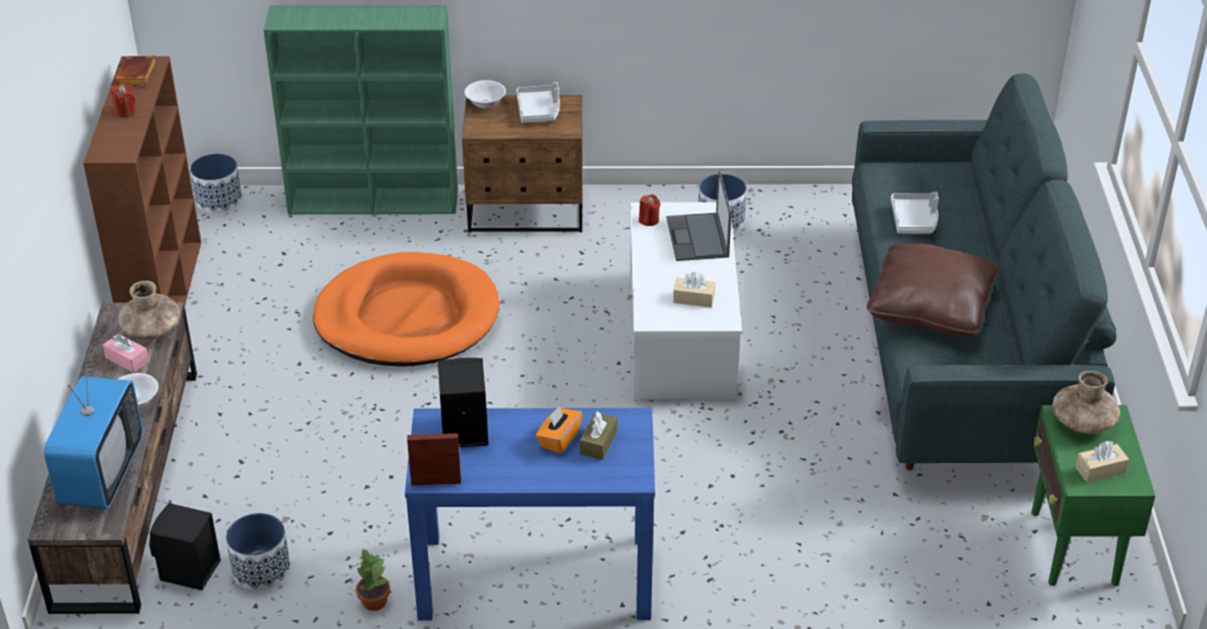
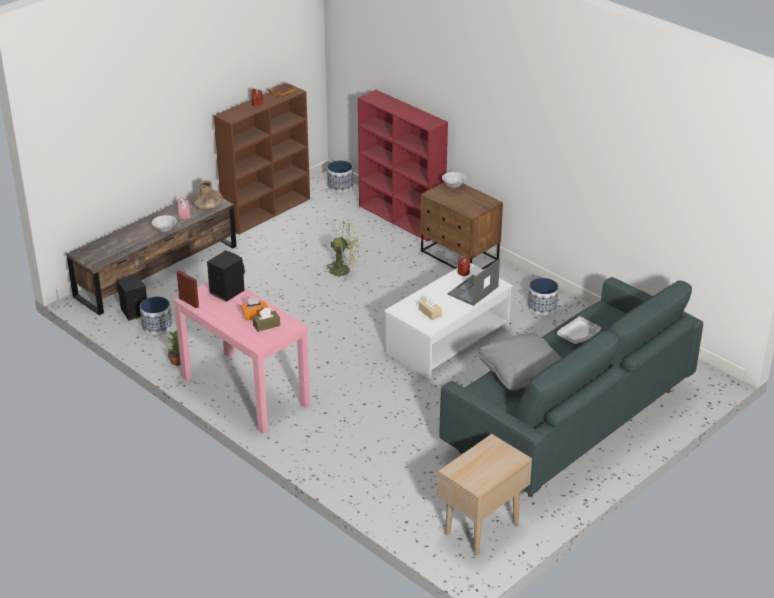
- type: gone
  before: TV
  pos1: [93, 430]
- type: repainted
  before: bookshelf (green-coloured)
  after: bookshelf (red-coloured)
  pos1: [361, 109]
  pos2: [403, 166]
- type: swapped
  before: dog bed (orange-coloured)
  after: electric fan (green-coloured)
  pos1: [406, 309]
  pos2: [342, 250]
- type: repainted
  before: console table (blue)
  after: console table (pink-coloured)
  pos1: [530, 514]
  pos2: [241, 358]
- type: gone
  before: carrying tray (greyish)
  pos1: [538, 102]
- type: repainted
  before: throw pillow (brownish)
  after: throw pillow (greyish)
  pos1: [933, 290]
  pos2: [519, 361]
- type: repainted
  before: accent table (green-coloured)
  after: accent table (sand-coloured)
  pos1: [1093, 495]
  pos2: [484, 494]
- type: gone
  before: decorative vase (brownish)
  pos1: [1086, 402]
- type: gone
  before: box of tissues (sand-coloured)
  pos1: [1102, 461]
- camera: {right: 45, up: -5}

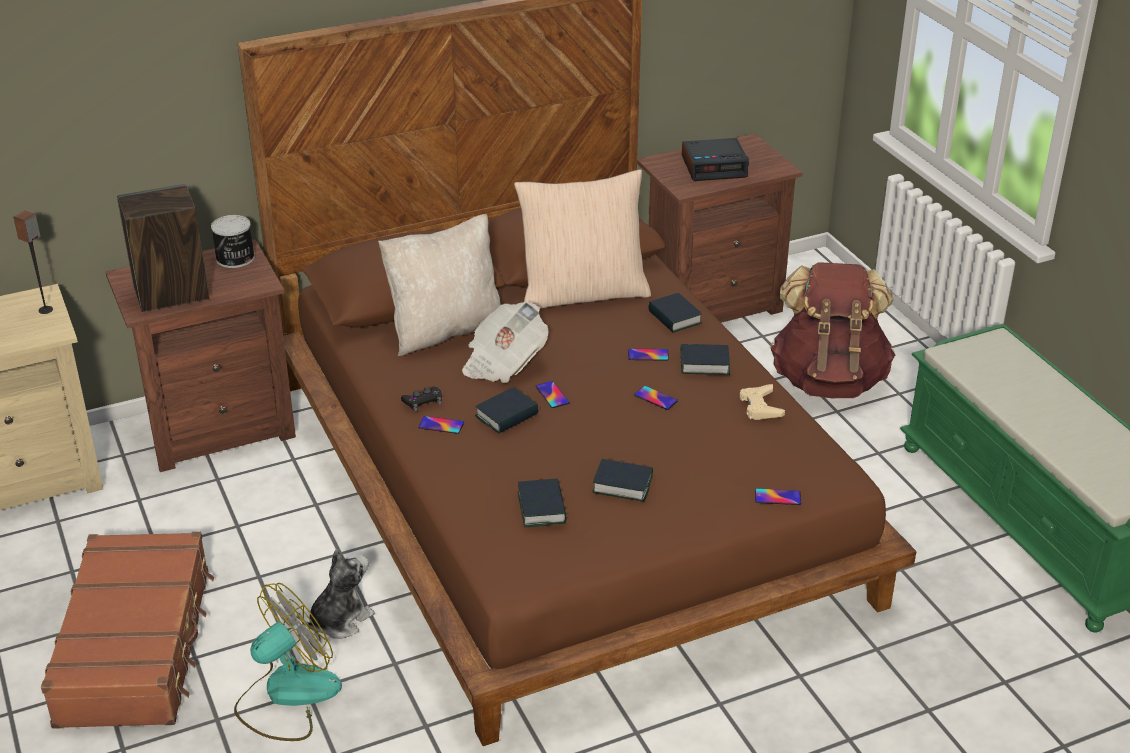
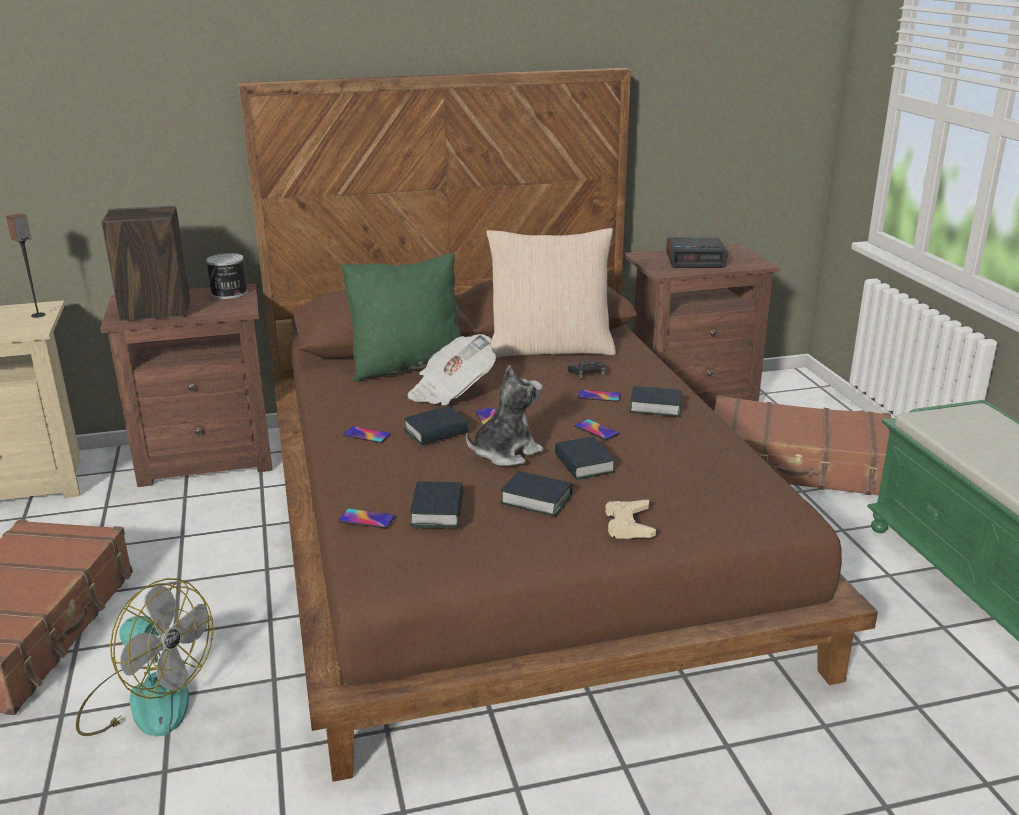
- type: rotated
  before: electric fan
  pos1: [288, 662]
  pos2: [144, 657]
  turn: 60
- type: shifted
  before: cuddly toy
  pos1: [341, 594]
  pos2: [505, 415]
- type: repainted
  before: throw pillow (sand-coloured)
  after: throw pillow (green-coloured)
  pos1: [439, 285]
  pos2: [401, 317]
- type: shifted
  before: gamepad (black)
  pos1: [421, 399]
  pos2: [587, 368]
- type: shifted
  before: book
  pos1: [675, 313]
  pos2: [584, 458]
- type: shifted
  before: gamepad (sand-coloured)
  pos1: [762, 402]
  pos2: [630, 519]
- type: shifted
  before: telephone
  pos1: [778, 497]
  pos2: [366, 518]
- type: swapped
  before: knapsack (brownish)
  after: piece of luggage (brownish)
  pos1: [833, 330]
  pos2: [802, 445]
- camera: {right: 10, up: -10}

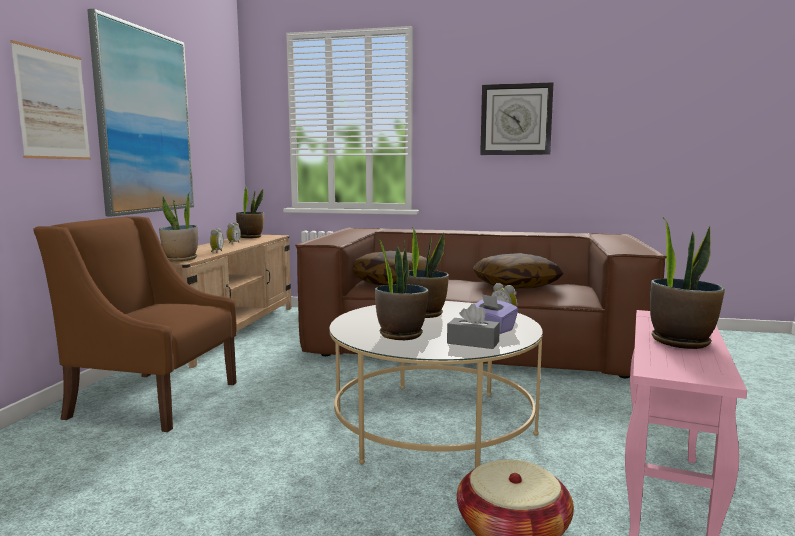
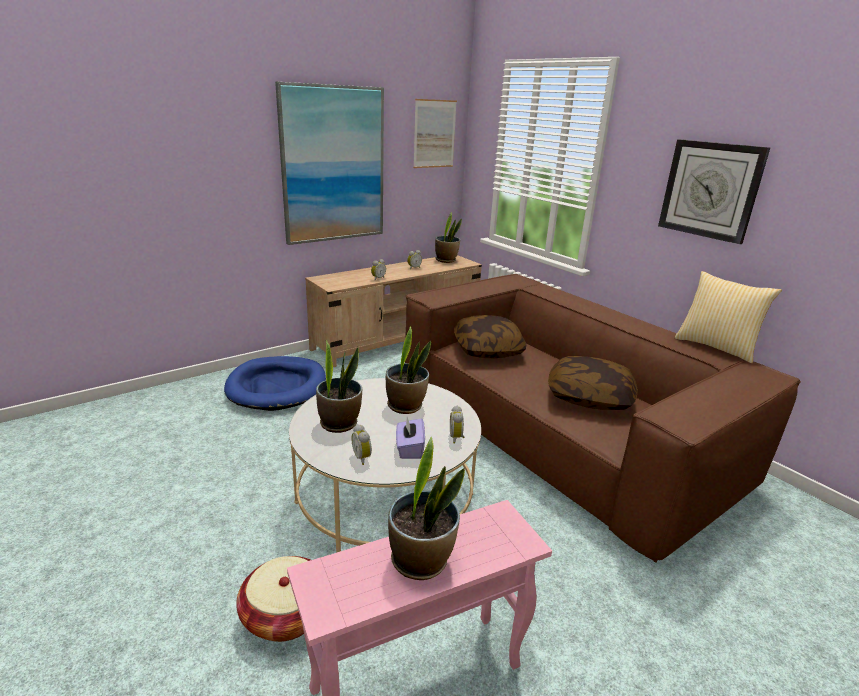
- type: shifted
  before: picture
  pos1: [50, 100]
  pos2: [435, 133]
- type: swapped
  before: easy chair (brownish)
  after: dog bed (blue)
  pos1: [135, 324]
  pos2: [275, 383]
- type: gone
  before: potted plant
  pos1: [178, 227]
- type: swapped
  before: box of tissues (greyish)
  after: alarm clock
  pos1: [473, 326]
  pos2: [361, 444]
- type: new
  after: throw pillow
  pos2: [728, 317]
- camera: {right: 40, up: 15}

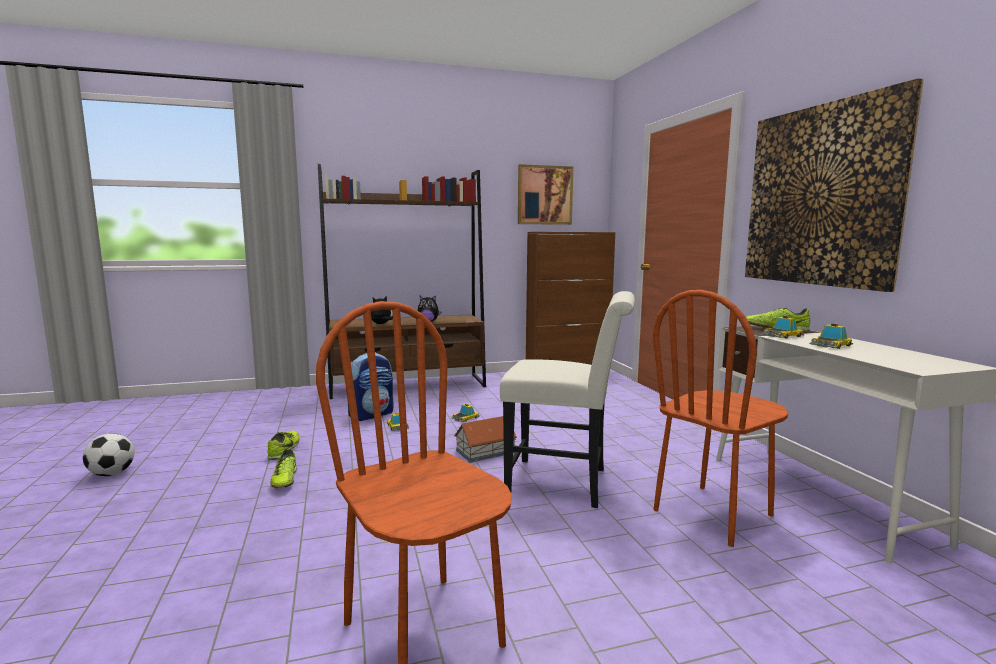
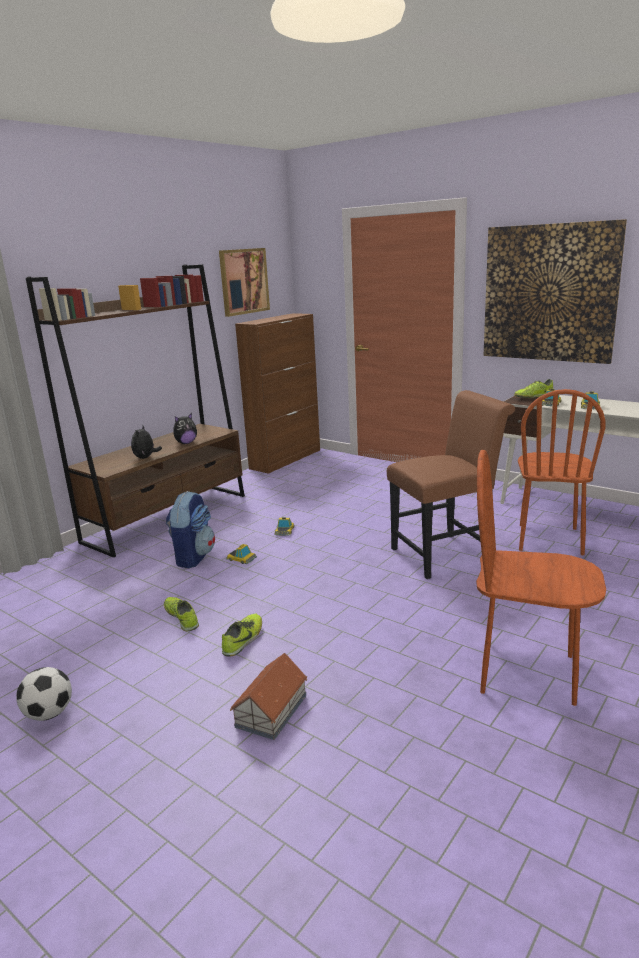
- type: rotated
  before: shoe
  pos1: [283, 468]
  pos2: [242, 635]
  turn: -105
- type: shifted
  before: toy house
  pos1: [485, 439]
  pos2: [268, 696]
- type: repainted
  before: upright chair (white)
  after: upright chair (brownish)
  pos1: [567, 399]
  pos2: [451, 484]
- camera: {right: -35, up: 10}

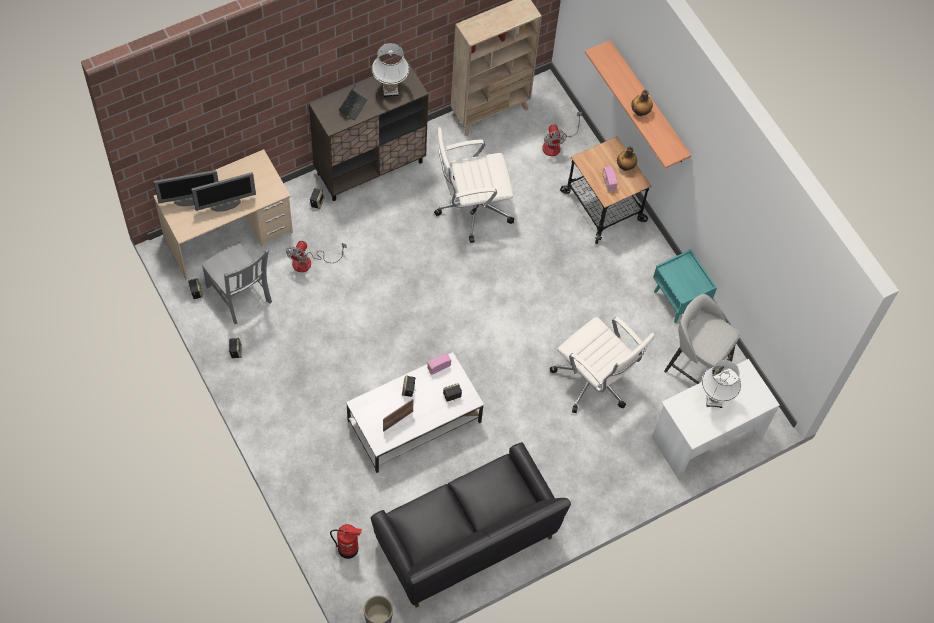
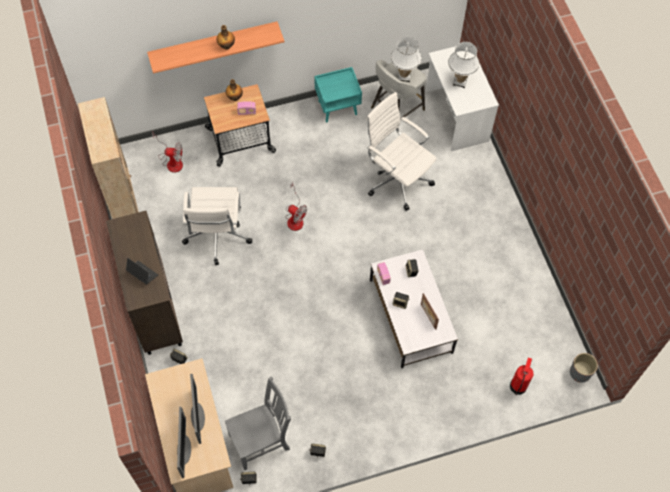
- type: shifted
  before: electric fan
  pos1: [316, 256]
  pos2: [296, 206]
- type: gone
  before: couch (black)
  pos1: [471, 525]
- type: shifted
  before: table lamp (white)
  pos1: [390, 70]
  pos2: [406, 59]
- type: rotated
  before: desk chair (white)
  pos1: [602, 365]
  pos2: [401, 151]
  turn: -105
- camera: {right: -75, up: 0}

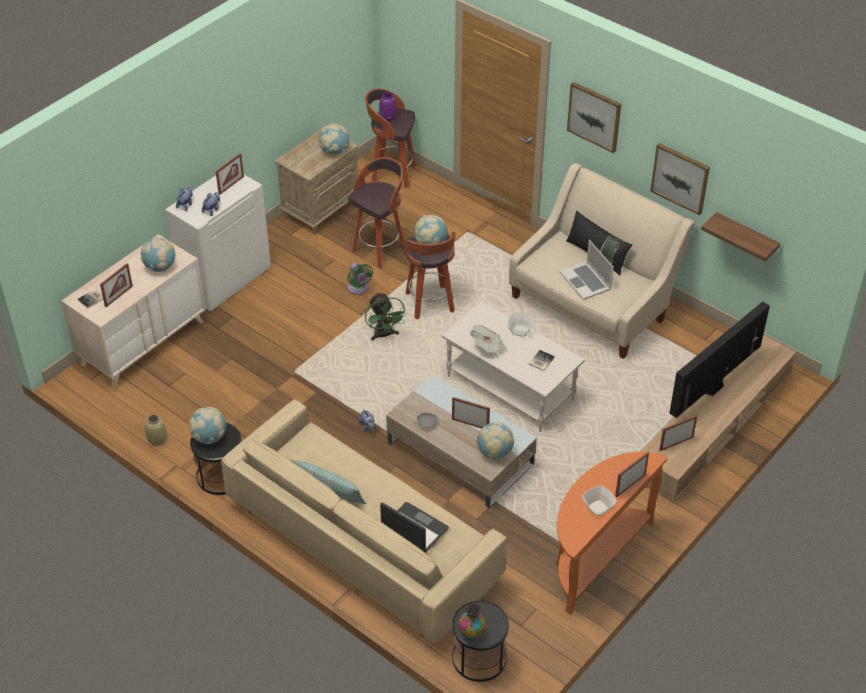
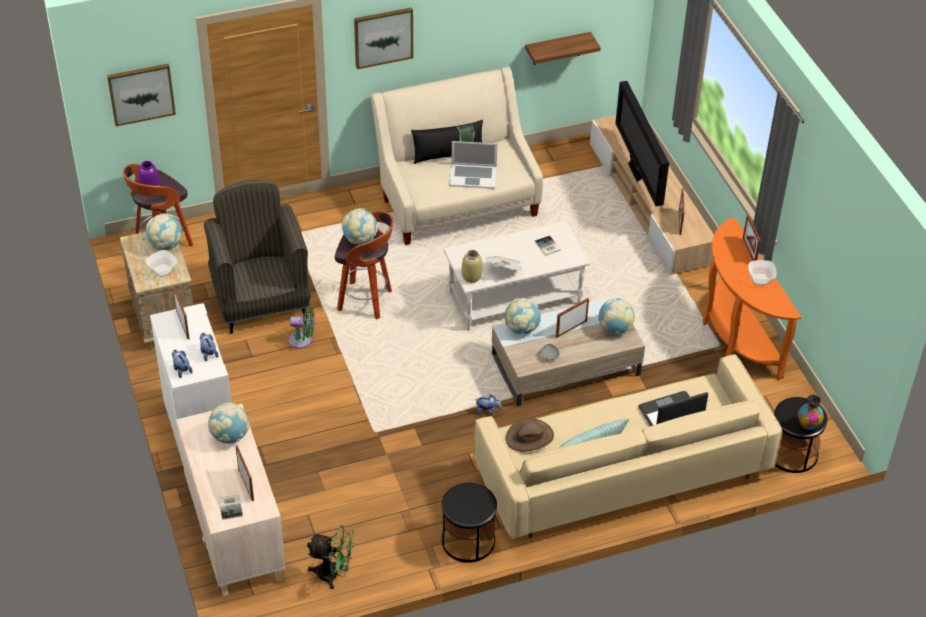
- type: shifted
  before: decorative vase (sand-coloured)
  pos1: [156, 430]
  pos2: [472, 266]
- type: shifted
  before: globe
  pos1: [207, 425]
  pos2: [523, 316]
- type: swapped
  before: stool seat
  after: easy chair (greyish)
  pos1: [376, 212]
  pos2: [257, 257]
- type: shifted
  before: electric fan (green-coloured)
  pos1: [386, 316]
  pos2: [331, 557]
- type: shifted
  before: bowl
  pos1: [521, 324]
  pos2: [161, 263]
- type: shifted
  before: picture
  pos1: [680, 179]
  pos2: [141, 95]
- type: new
  after: clothing hat (brownish)
  pos2: [530, 434]
- camera: {right: -60, up: 0}

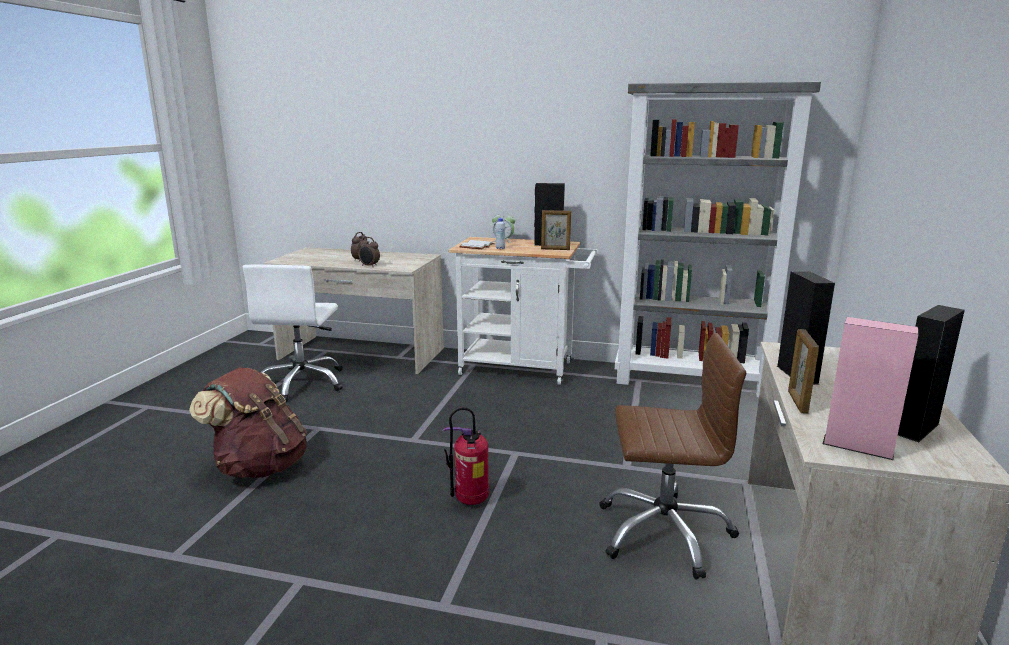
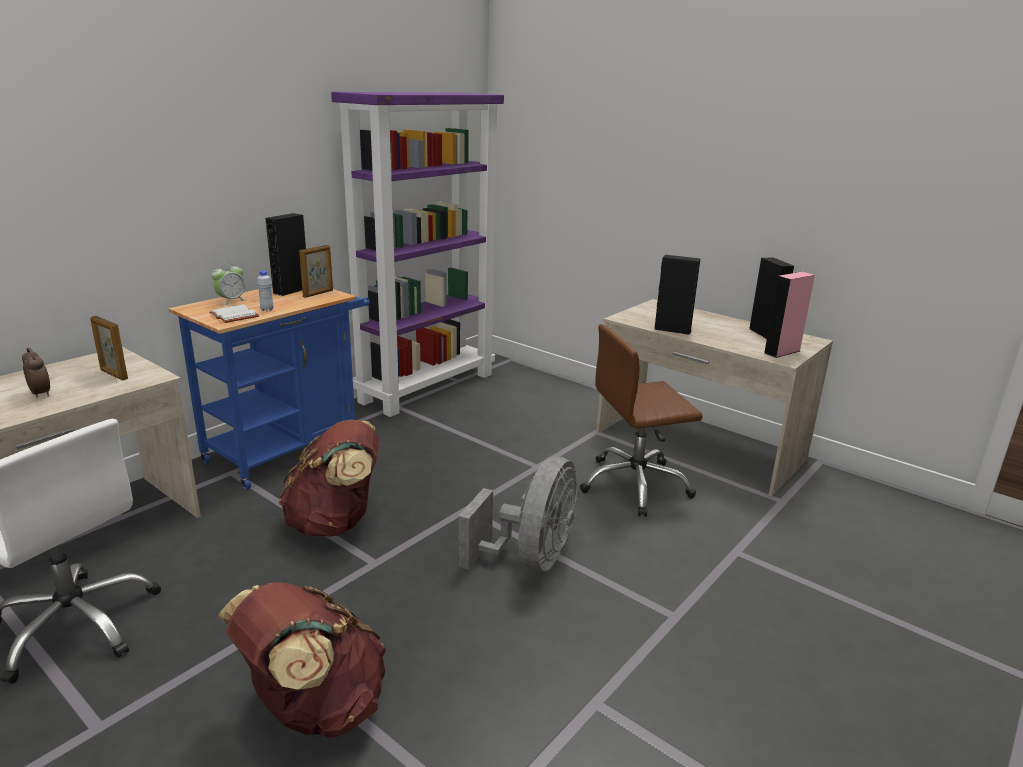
- type: gone
  before: alarm clock
  pos1: [369, 252]
- type: swapped
  before: fire-fighting cylinder
  after: electric fan (greyish)
  pos1: [466, 456]
  pos2: [518, 514]
- type: repainted
  before: trolley (white)
  after: trolley (blue)
  pos1: [523, 311]
  pos2: [269, 388]
- type: rotated
  before: desk chair (brownish)
  pos1: [672, 456]
  pos2: [641, 420]
  turn: -135
- type: repainted
  before: bookshelf (greyish)
  after: bookshelf (purple)
  pos1: [718, 239]
  pos2: [417, 254]
- type: shifted
  before: standing frame
  pos1: [803, 371]
  pos2: [109, 348]
- type: new
  after: knapsack (brownish)
  pos2: [329, 478]
- camera: {right: -65, up: 5}

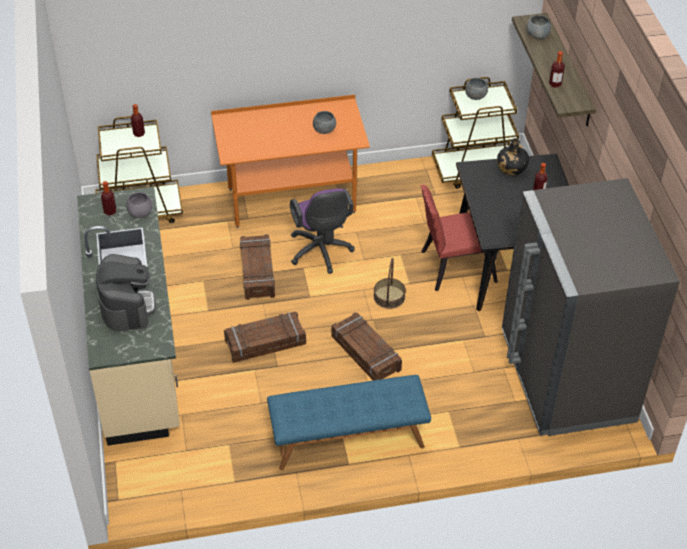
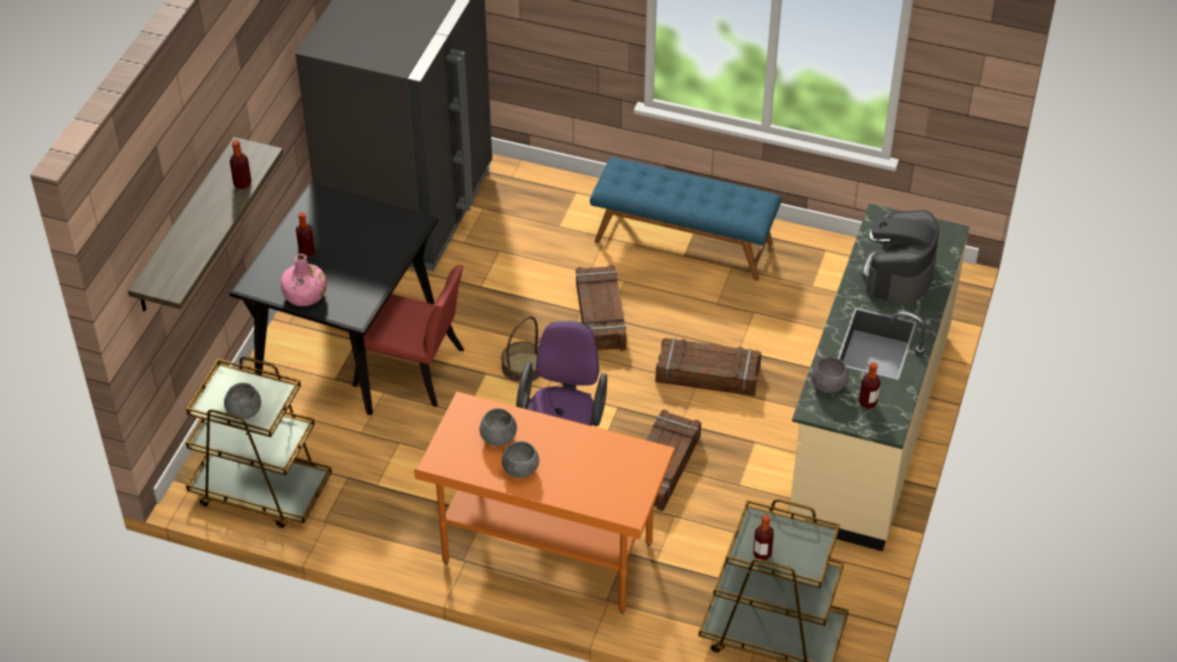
- type: repainted
  before: bottle (black)
  after: bottle (pink-coloured)
  pos1: [513, 156]
  pos2: [304, 280]
- type: shifted
  before: bowl (greyish)
  pos1: [538, 27]
  pos2: [520, 459]
- camera: {right: -150, up: 0}

